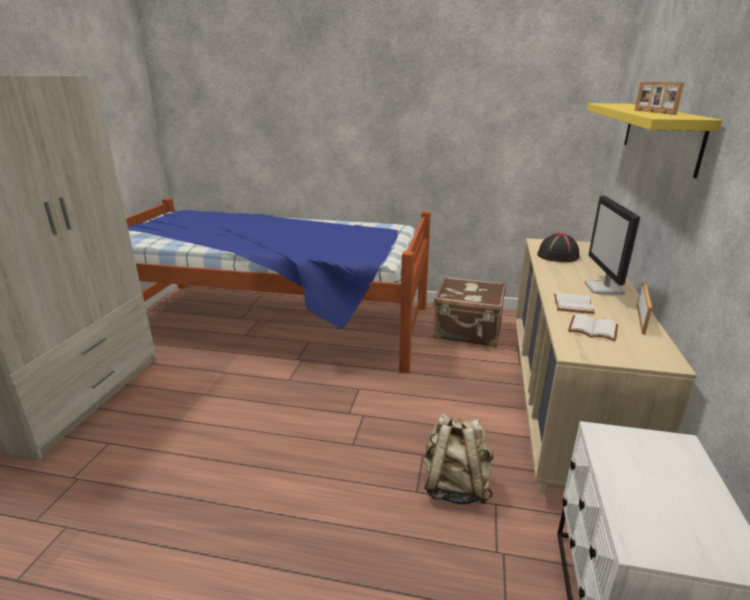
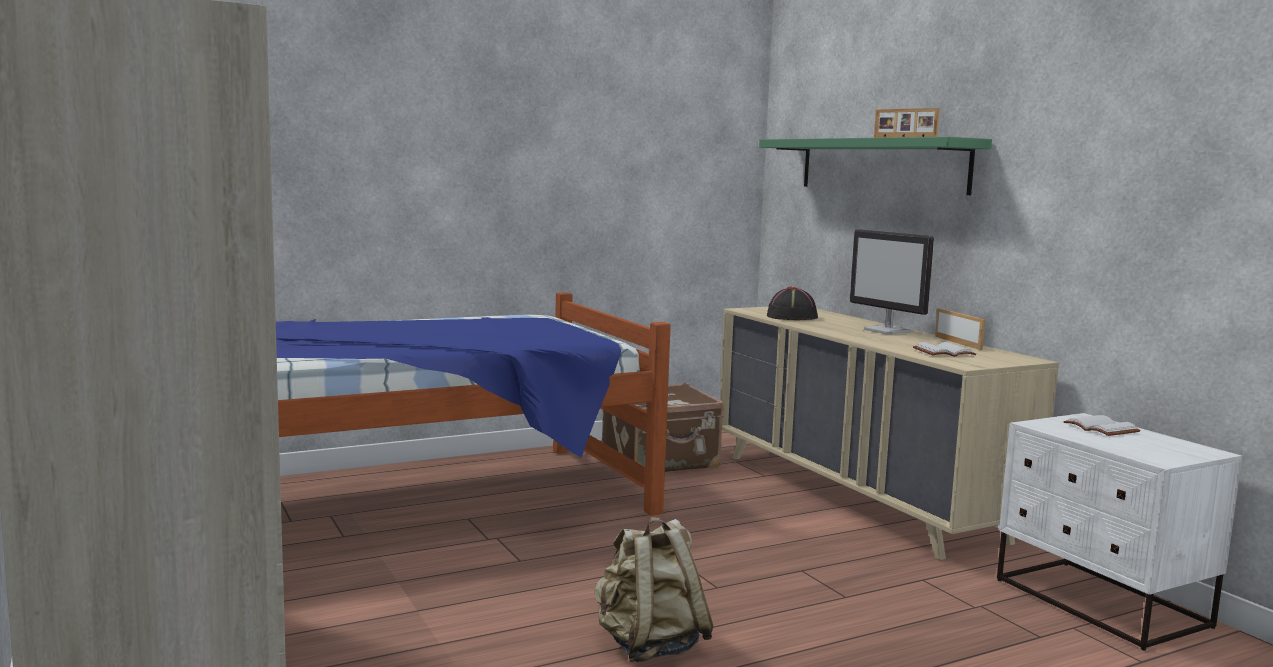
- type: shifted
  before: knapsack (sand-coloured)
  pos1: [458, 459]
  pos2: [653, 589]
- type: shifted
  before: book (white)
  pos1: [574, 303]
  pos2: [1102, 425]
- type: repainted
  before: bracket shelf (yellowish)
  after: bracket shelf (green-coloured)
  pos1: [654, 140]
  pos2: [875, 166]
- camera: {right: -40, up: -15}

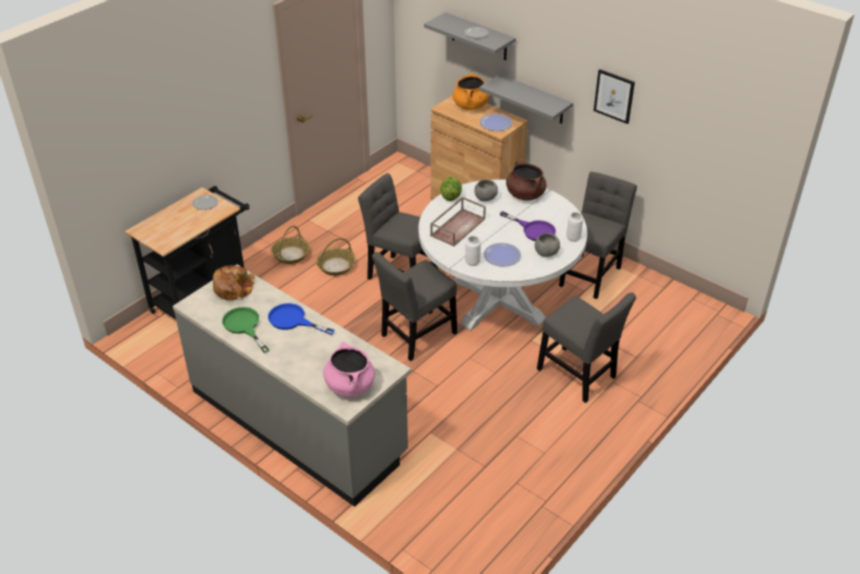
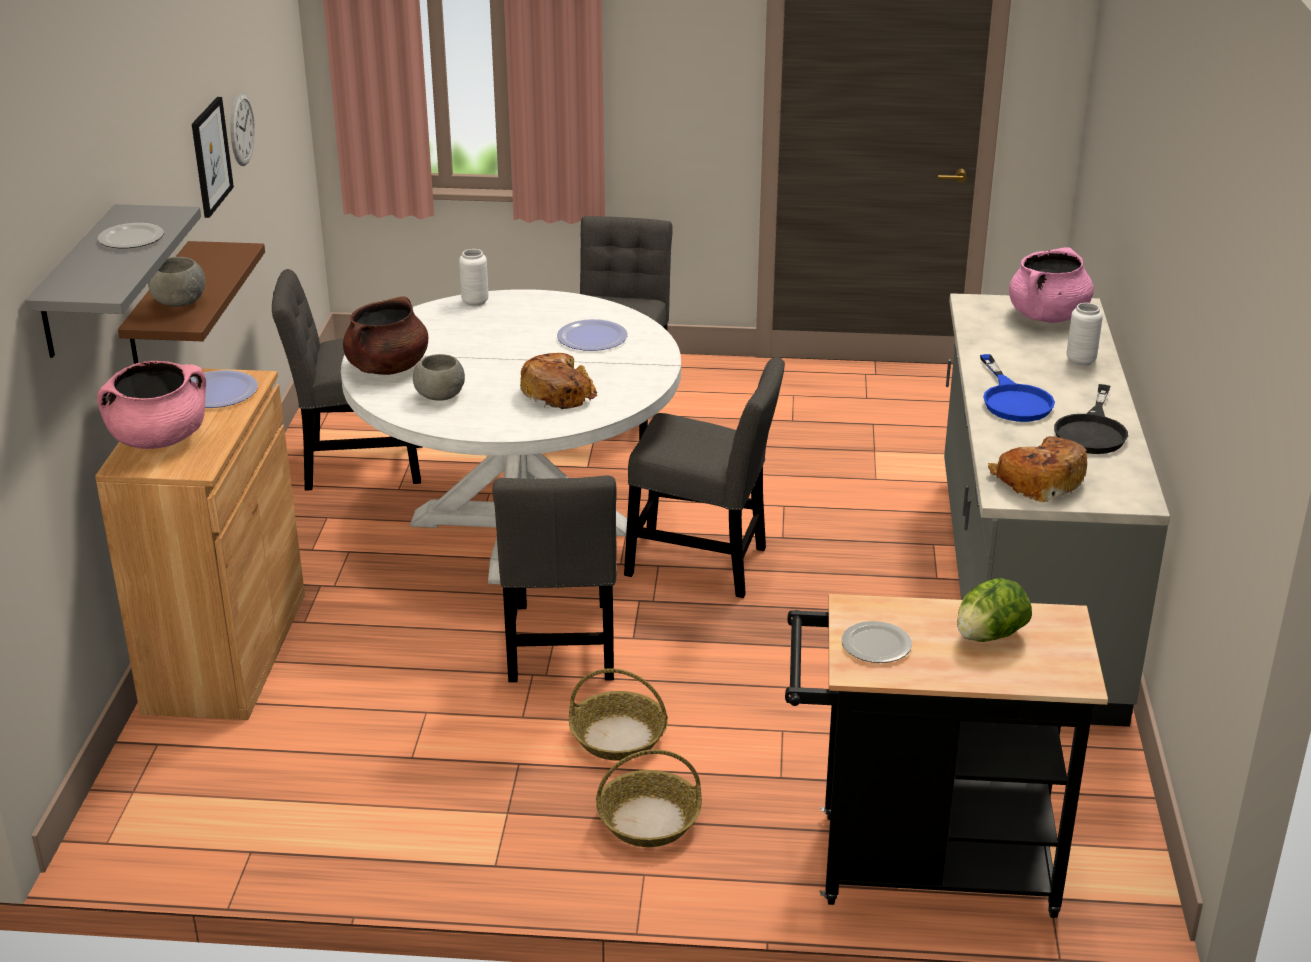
- type: repainted
  before: pan (green-coloured)
  after: pan (black)
  pos1: [245, 330]
  pos2: [1091, 419]
- type: swapped
  before: carrying tray (brownish)
  after: bakery bread
  pos1: [458, 221]
  pos2: [559, 381]
- type: shifted
  before: lettuce head
  pos1: [451, 189]
  pos2: [994, 610]
- type: repainted
  before: cooking pot (orange-coloured)
  after: cooking pot (pink-coloured)
  pos1: [471, 91]
  pos2: [151, 405]
- type: shifted
  before: decorative vase (white)
  pos1: [473, 251]
  pos2: [1084, 334]
- type: repainted
  before: bracket shelf (greyish)
  after: bracket shelf (brownish)
  pos1: [526, 99]
  pos2: [191, 302]
- type: gone
  before: pan (purple)
  pos1: [528, 226]
- type: shifted
  before: bowl (greyish)
  pos1: [547, 245]
  pos2: [176, 282]
- type: new
  after: hanging clock
  pos2: [243, 129]
- camera: {right: -125, up: -10}

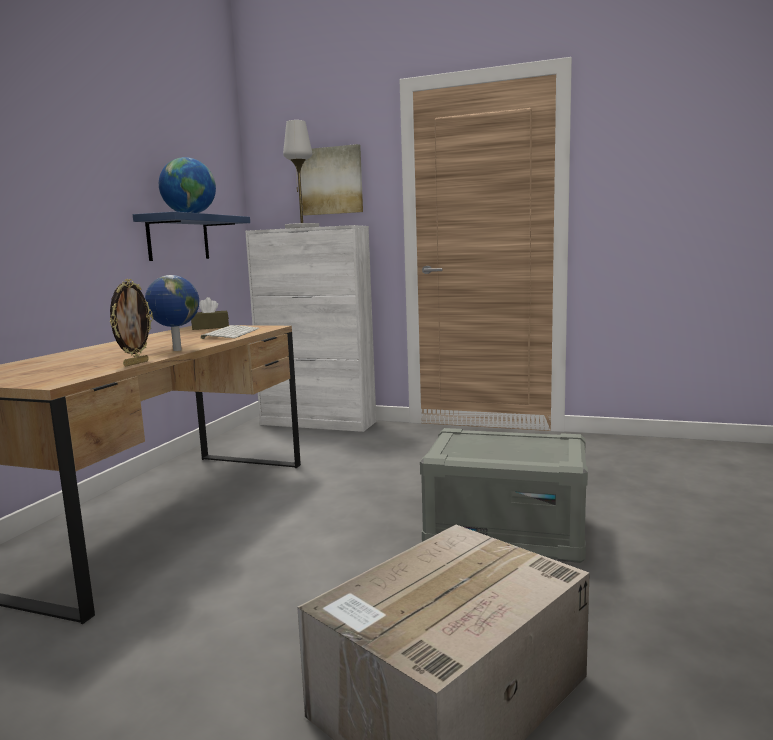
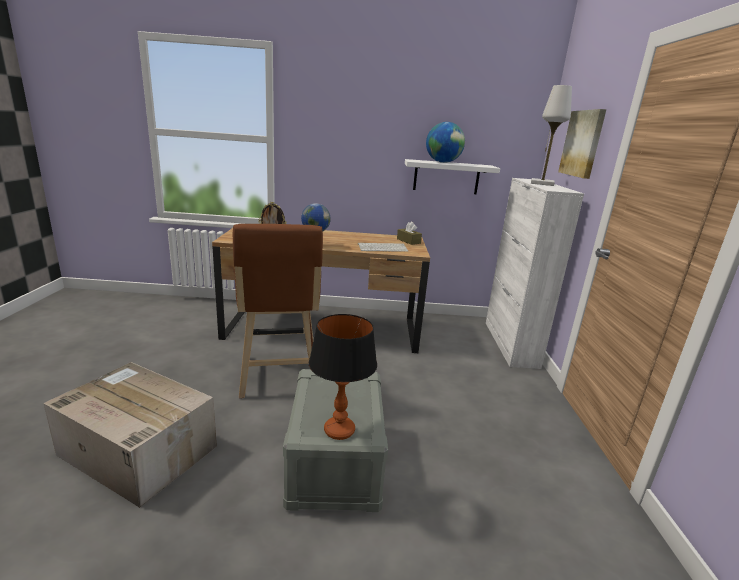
- type: repainted
  before: bracket shelf (blue)
  after: bracket shelf (white)
  pos1: [191, 236]
  pos2: [452, 176]
- type: new
  after: stool seat (brownish)
  pos2: [278, 311]
- type: new
  after: table lamp
  pos2: [343, 377]
- camera: {right: 70, up: 10}

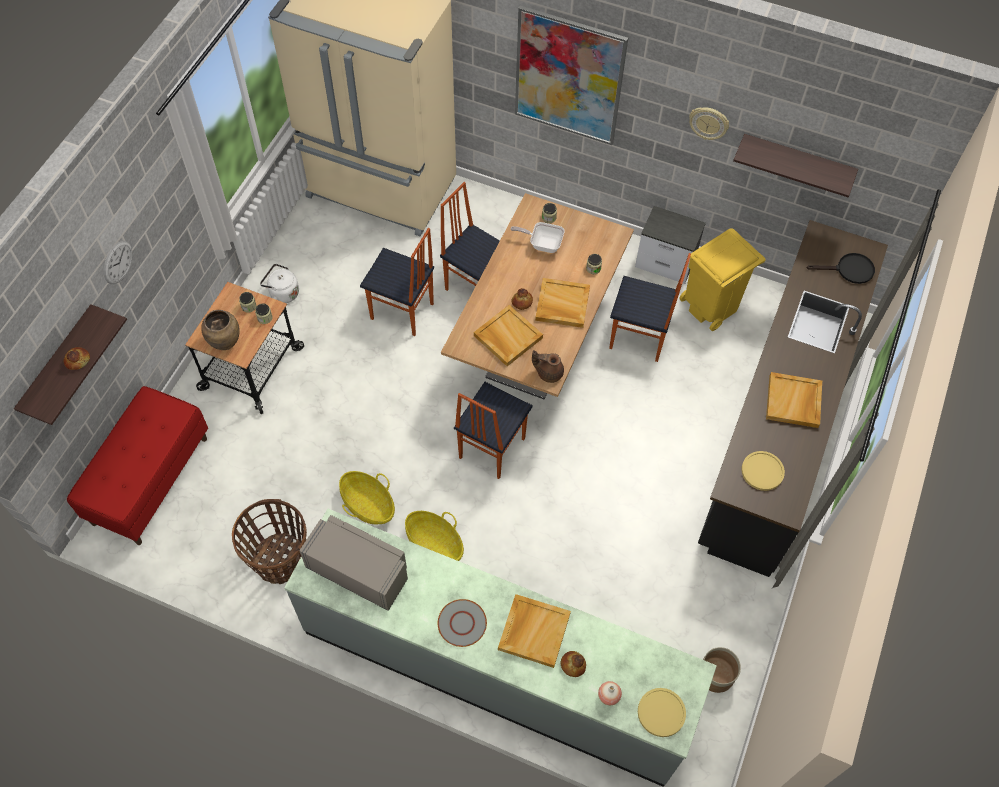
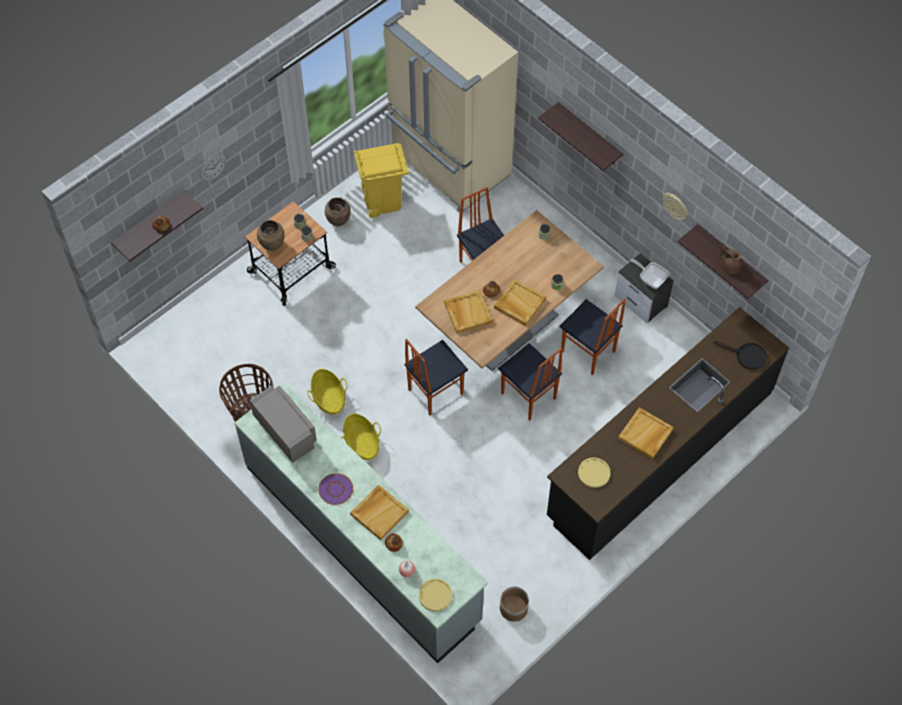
- type: gone
  before: long seat (red-coloured)
  pos1: [137, 465]
- type: swapped
  before: water kettle (white)
  after: decorative vase (brownish)
  pos1: [279, 283]
  pos2: [338, 212]
- type: shifted
  before: upright chair
  pos1: [397, 282]
  pos2: [530, 381]
- type: repainted
  before: plate (greyish)
  after: plate (purple)
  pos1: [462, 623]
  pos2: [335, 489]
- type: shifted
  before: pan
  pos1: [538, 237]
  pos2: [649, 274]
- type: swapped
  before: picture
  after: bracket shelf
  pos1: [571, 75]
  pos2: [580, 136]
- type: shifted
  before: tea pot (brownish)
  pos1: [548, 366]
  pos2: [731, 258]
- type: shifted
  before: trash can (yellowish)
  pos1: [722, 279]
  pos2: [381, 180]
- camera: {right: 25, up: 0}

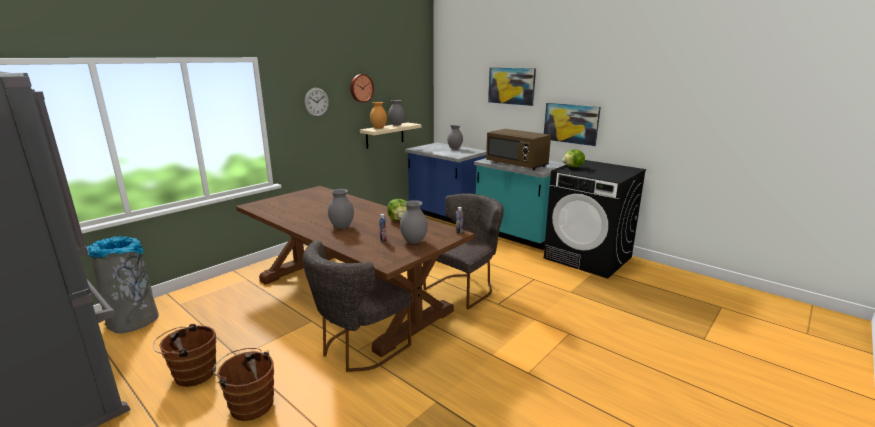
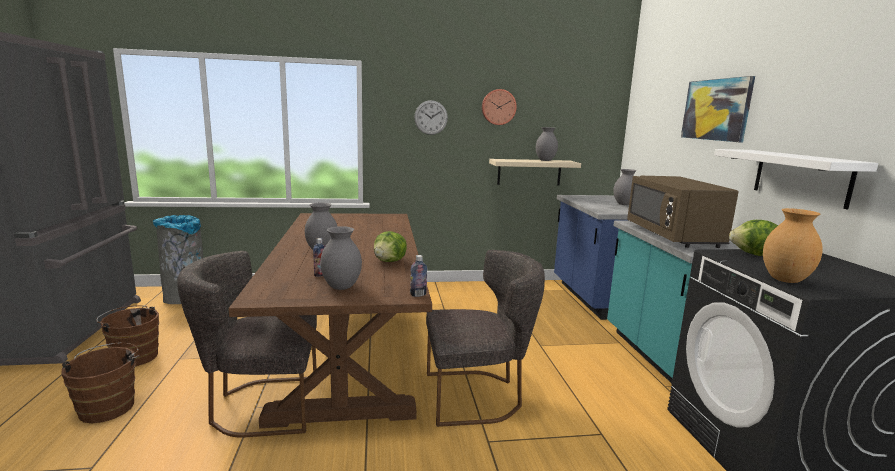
- type: shifted
  before: decorative vase (brownish)
  pos1: [378, 115]
  pos2: [793, 245]
- type: swapped
  before: picture
  after: bracket shelf (white)
  pos1: [572, 124]
  pos2: [796, 179]
- camera: {right: 40, up: -5}

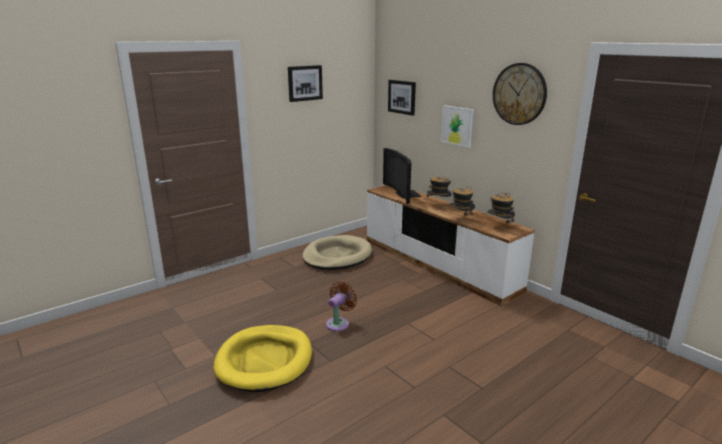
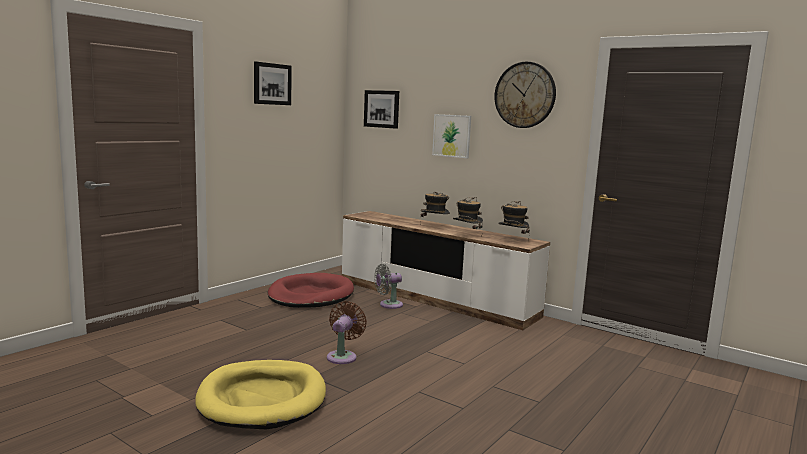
- type: repainted
  before: dog bed (sand-coloured)
  after: dog bed (red-coloured)
  pos1: [337, 252]
  pos2: [311, 290]
- type: gone
  before: TV
  pos1: [402, 176]
- type: new
  after: electric fan (greyish)
  pos2: [388, 286]
- camera: {right: -15, up: -10}

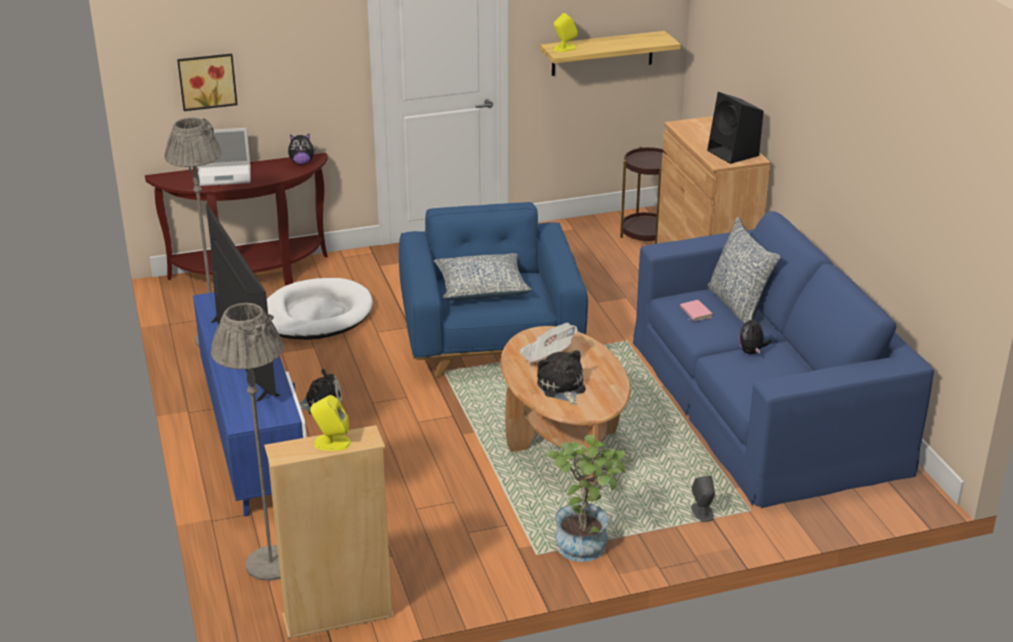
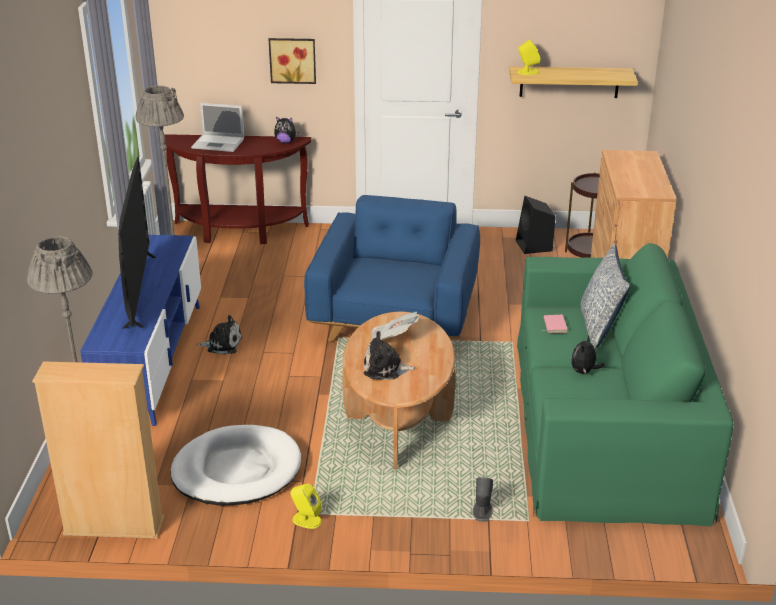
- type: shifted
  before: picture
  pos1: [207, 82]
  pos2: [292, 61]
- type: shifted
  before: dog bed (white)
  pos1: [320, 309]
  pos2: [236, 465]
- type: shifted
  before: speaker (yellowish)
  pos1: [330, 423]
  pos2: [306, 506]
- type: gone
  before: throw pillow
  pos1: [483, 276]
- type: rotated
  before: cuddly toy
  pos1: [561, 377]
  pos2: [390, 355]
  turn: -90
- type: gone
  before: potted plant
  pos1: [586, 498]
- type: repainted
  before: couch (blue)
  after: couch (green-coloured)
  pos1: [783, 359]
  pos2: [625, 384]
- type: shifted
  before: speaker (black)
  pos1: [735, 128]
  pos2: [536, 225]
- camera: {right: 20, up: 0}

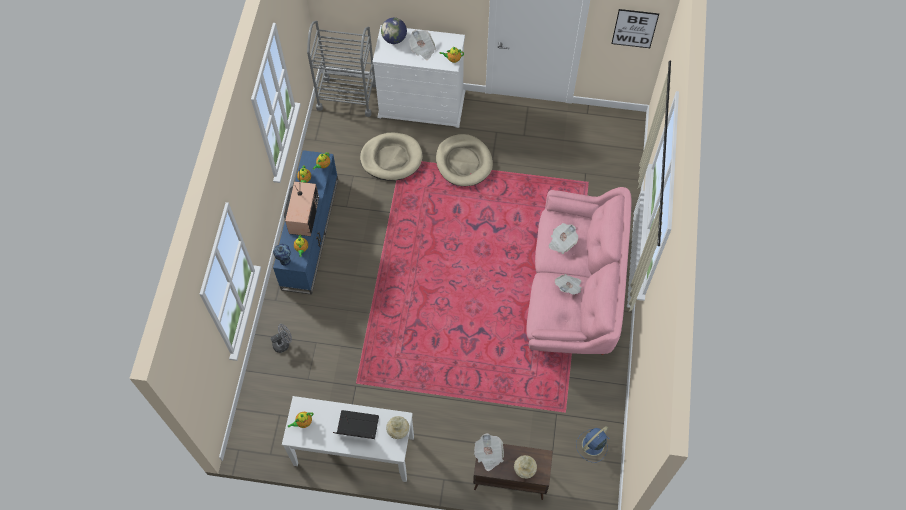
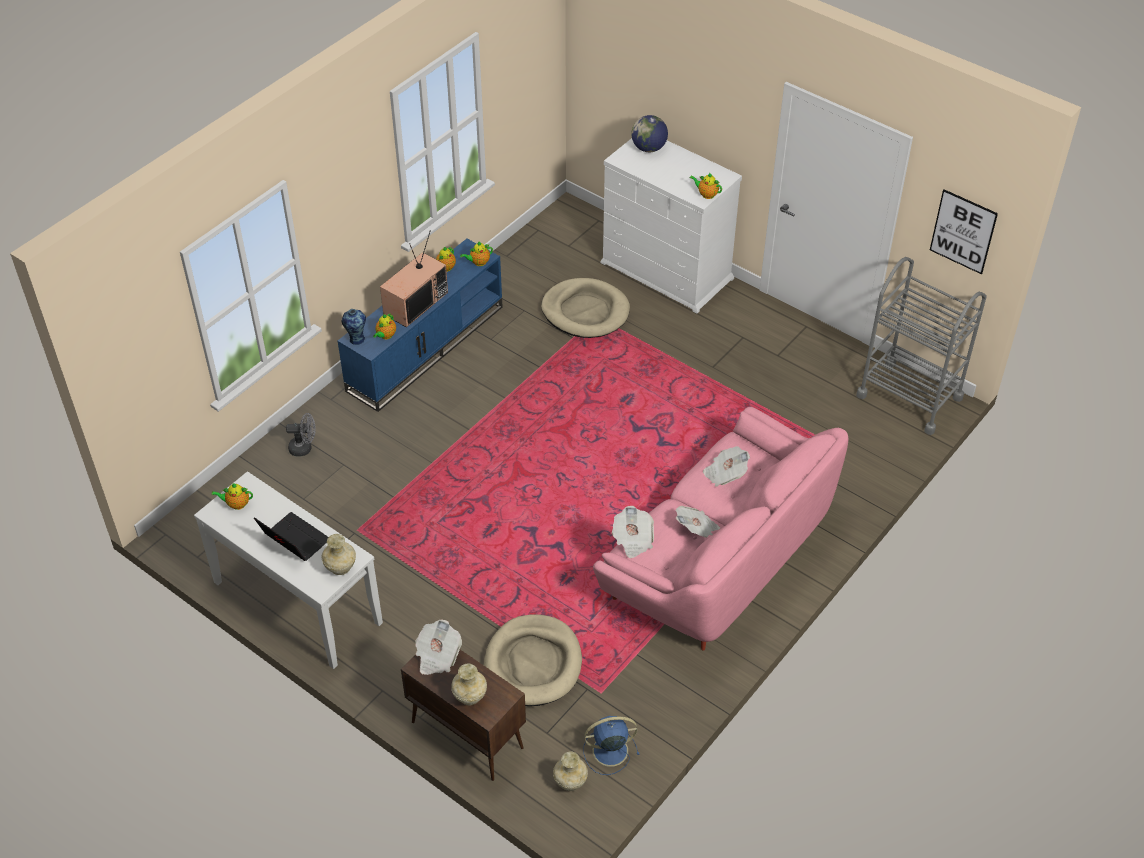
- type: shifted
  before: trolley (greyish)
  pos1: [341, 68]
  pos2: [921, 346]
- type: shifted
  before: daily paper
  pos1: [422, 45]
  pos2: [633, 532]
- type: shifted
  before: dog bed (sand-coloured)
  pos1: [464, 160]
  pos2: [533, 660]
- type: new
  after: decorative vase (sand-coloured)
  pos2: [570, 771]
- camera: {right: 30, up: -15}

